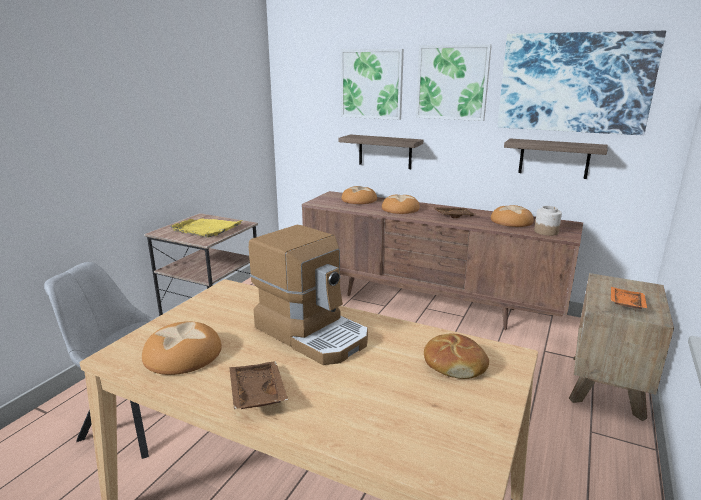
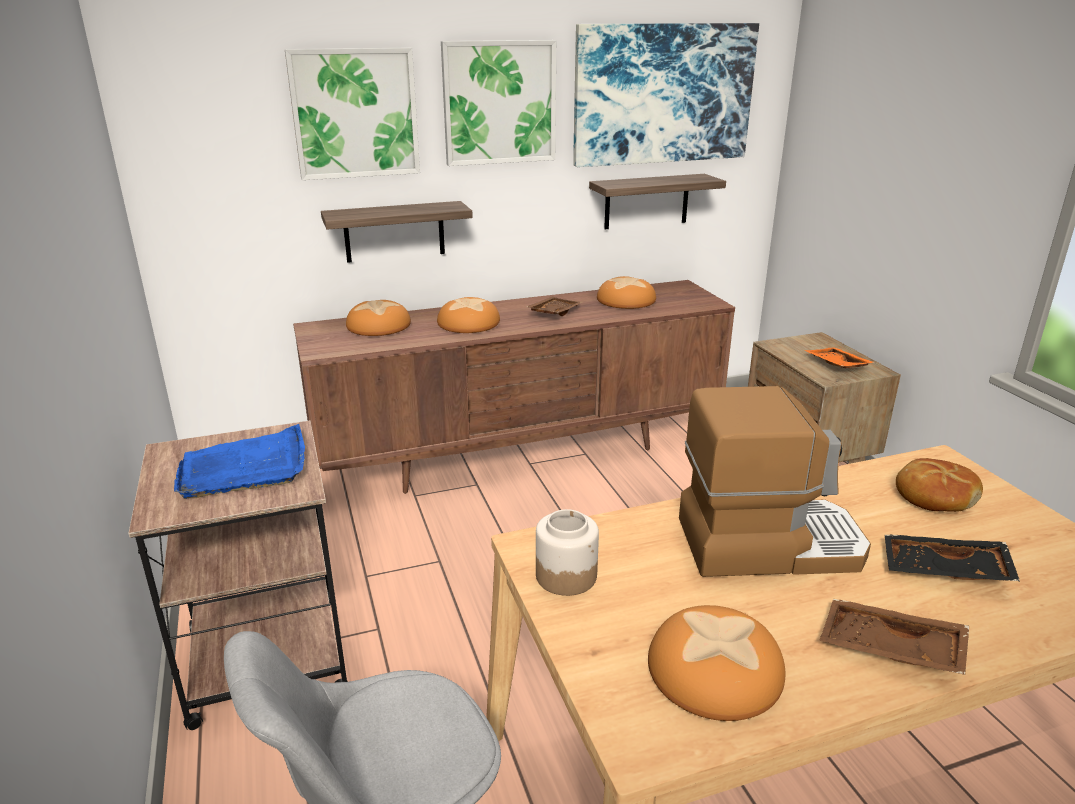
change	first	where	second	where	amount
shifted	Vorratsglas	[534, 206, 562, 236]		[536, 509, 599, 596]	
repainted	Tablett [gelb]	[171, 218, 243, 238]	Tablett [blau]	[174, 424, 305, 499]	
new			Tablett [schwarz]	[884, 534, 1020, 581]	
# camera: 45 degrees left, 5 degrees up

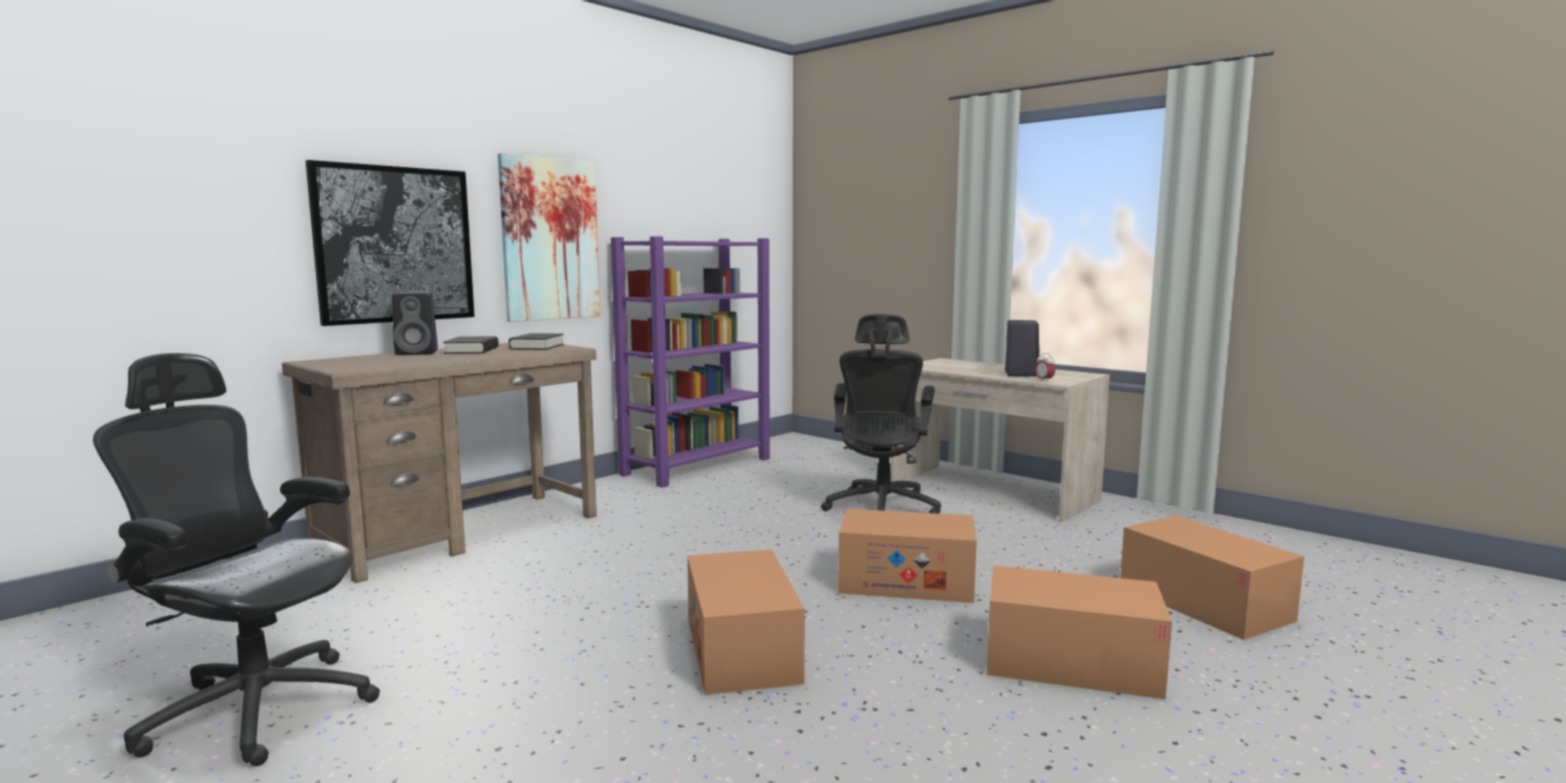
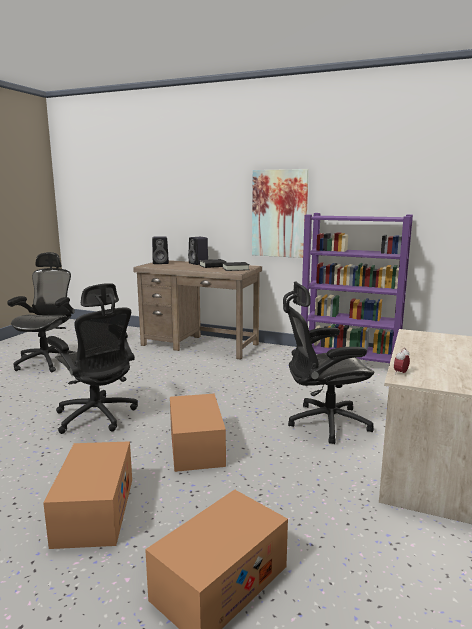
change	first	where	second	where	amount
gone	Bild	[305, 160, 474, 326]			
shifted	Lautsprecher [schwarz]	[1005, 320, 1040, 377]		[152, 236, 169, 264]	
swapped	Karton	[687, 549, 805, 695]	Bürostuhl	[47, 283, 138, 434]	
# camera: 70 degrees right, 5 degrees up

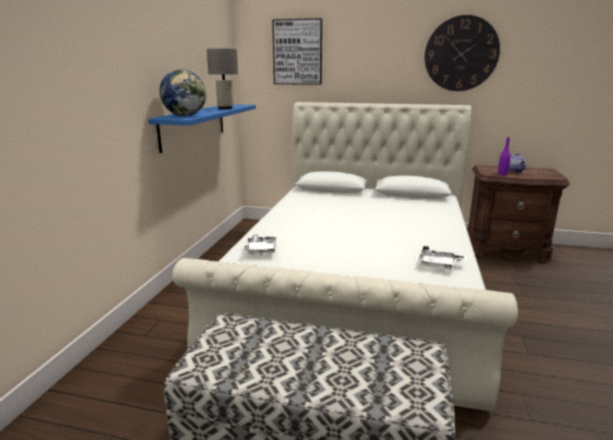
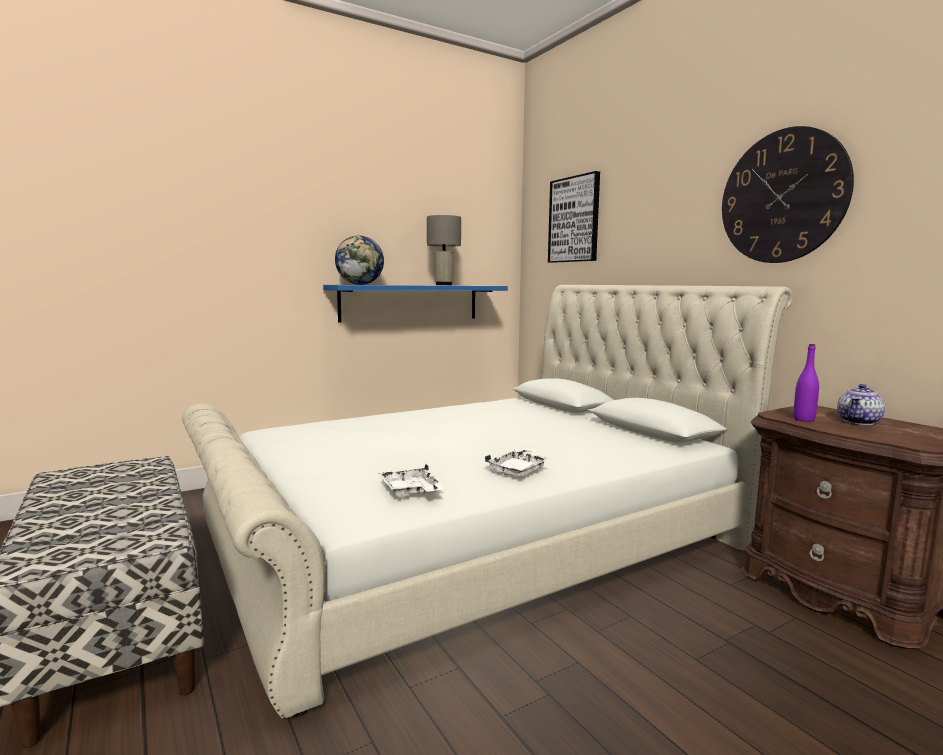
change	first	where	second	where	amount
shifted	Tablett [weiß]	[245, 233, 277, 255]		[485, 448, 551, 476]	
# camera: 45 degrees right, 10 degrees down

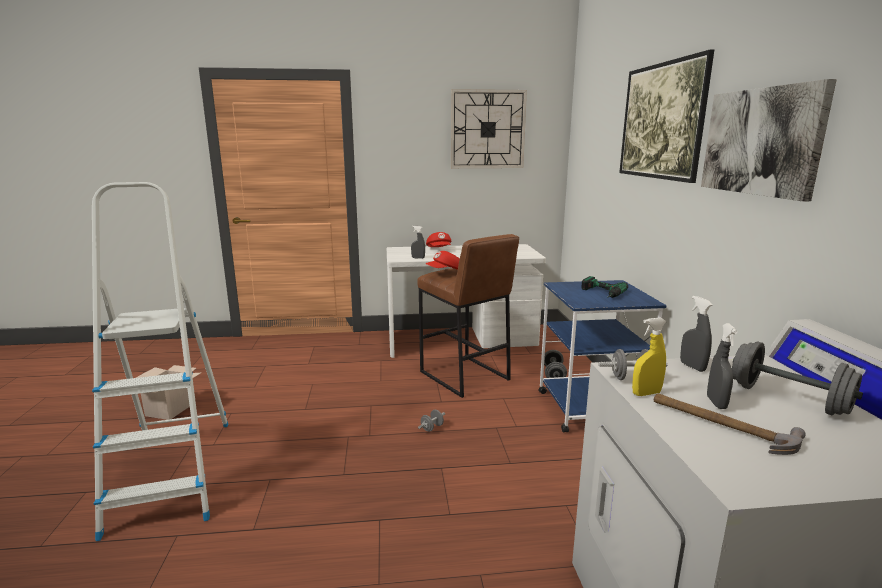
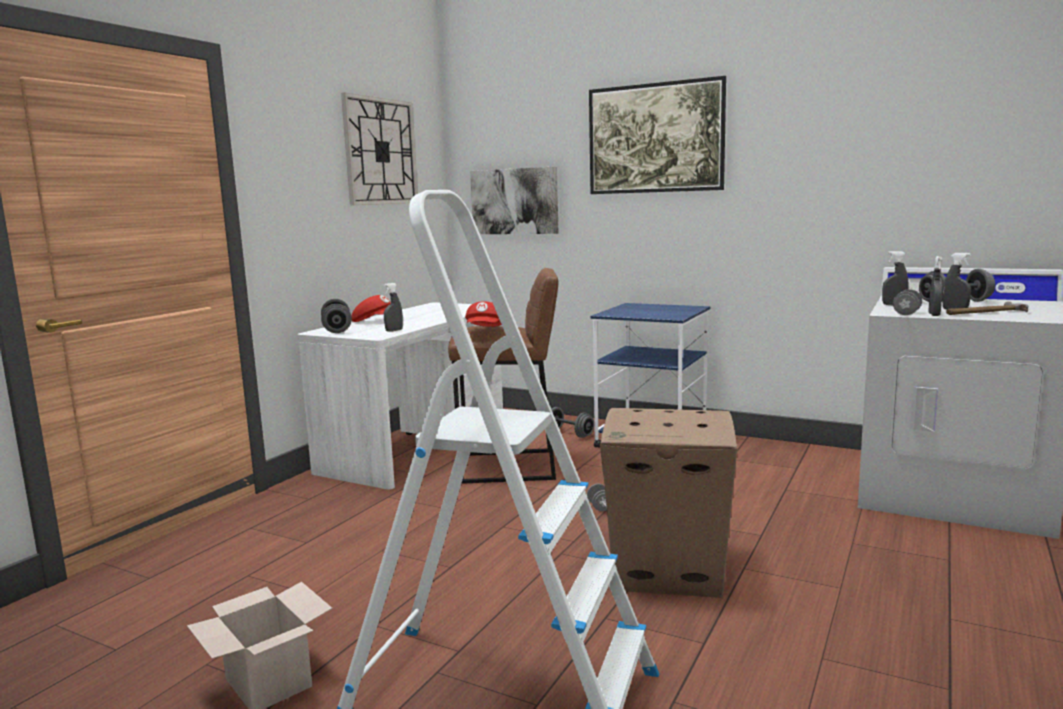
change	first	where	second	where	amount
shifted	Bild	[701, 79, 837, 201]		[470, 166, 558, 234]	
gone	Bohrmaschine	[581, 276, 628, 298]			
repainted	Sprühflasche [gelb]	[632, 317, 667, 396]	Sprühflasche [grau]	[928, 256, 942, 316]	
new			Hantel [grau]	[321, 299, 352, 333]	
new			Karton	[600, 408, 737, 598]	
# camera: 55 degrees left, 5 degrees down

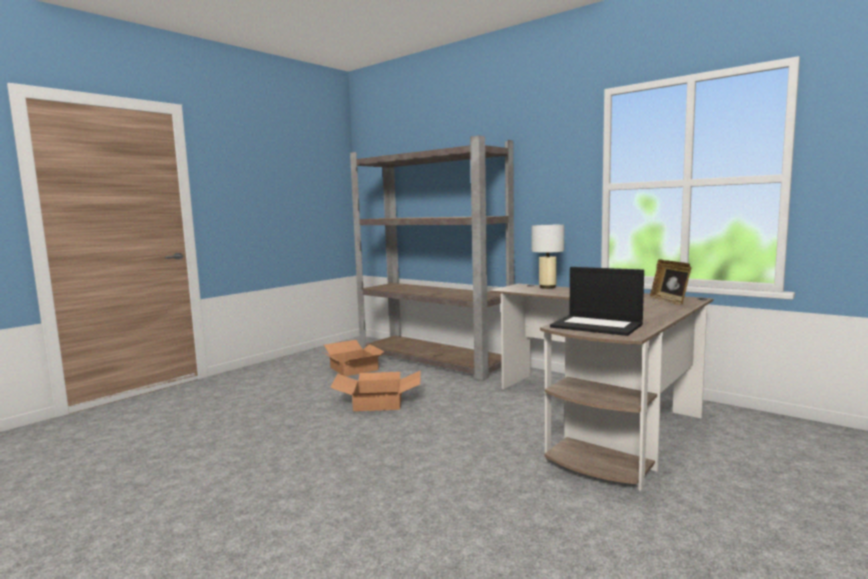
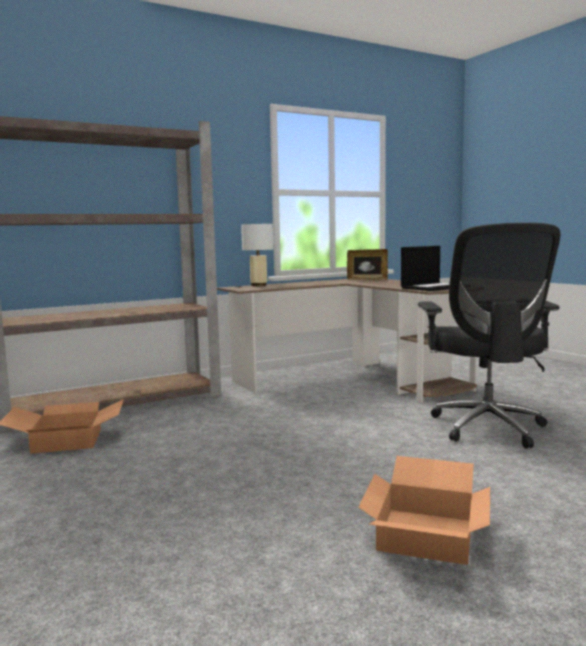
change	first	where	second	where	amount
shifted	Karton	[330, 370, 421, 411]		[358, 456, 490, 565]	
new			Bürostuhl	[418, 223, 560, 449]	
# camera: 70 degrees left, 0 degrees up

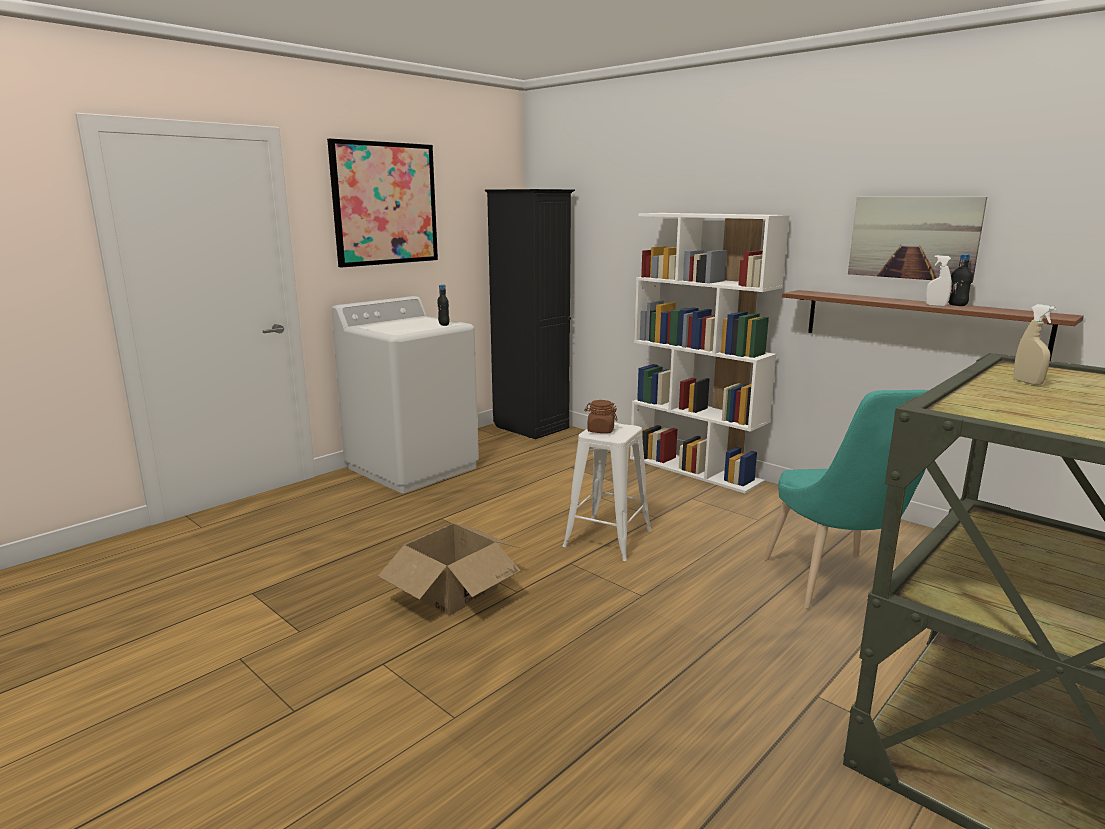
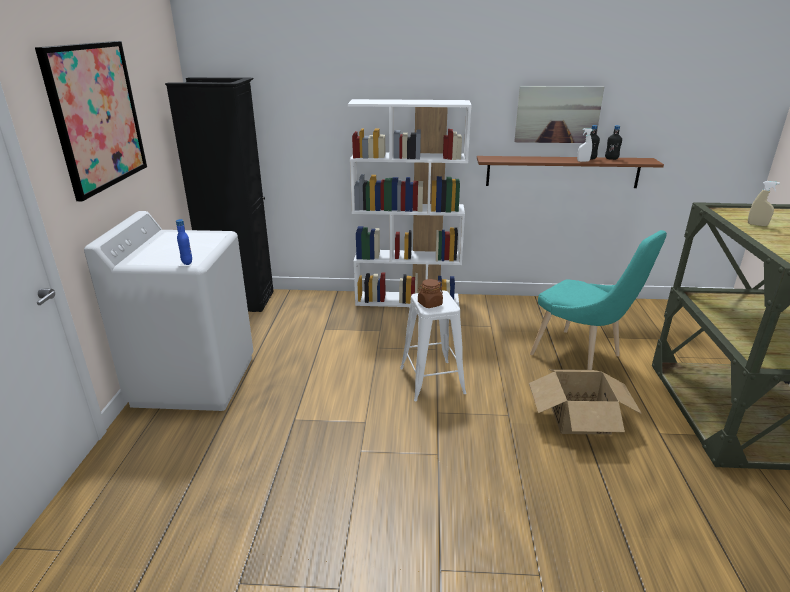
change	first	where	second	where	amount
shifted	Flasche [schwarz]	[437, 285, 449, 326]		[605, 125, 622, 160]	
shifted	Karton	[378, 523, 521, 616]		[529, 369, 642, 435]	
new			Flasche [blau]	[176, 219, 192, 265]	
# camera: 40 degrees left, 10 degrees up

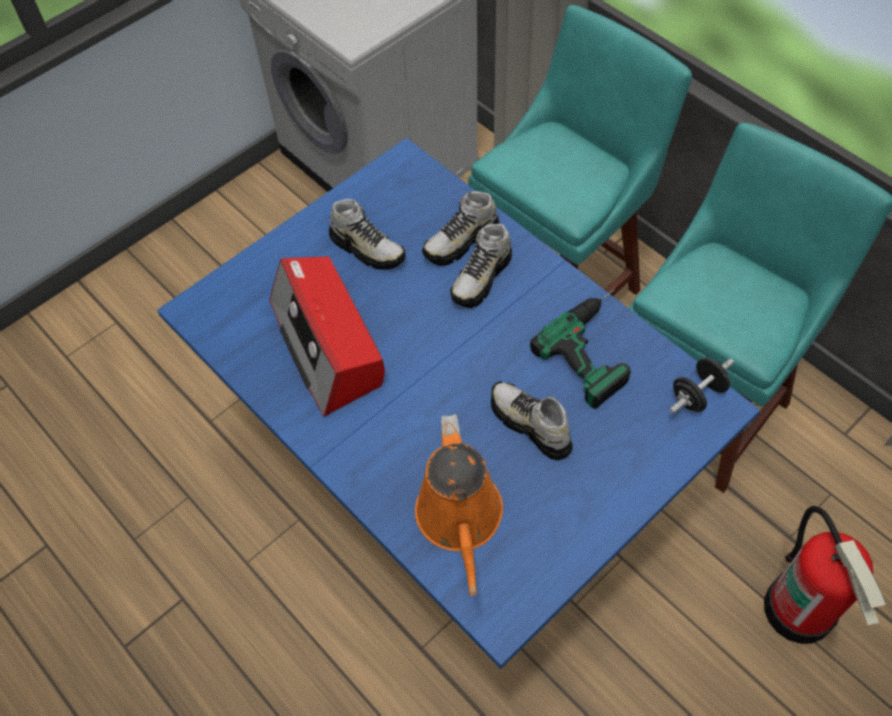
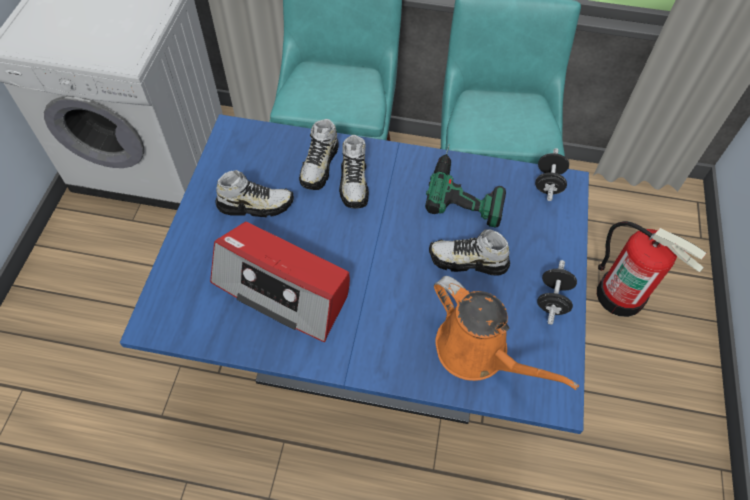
change	first	where	second	where	amount
new			Hantel [schwarz]	[537, 260, 577, 325]	
# camera: 40 degrees left, 0 degrees up

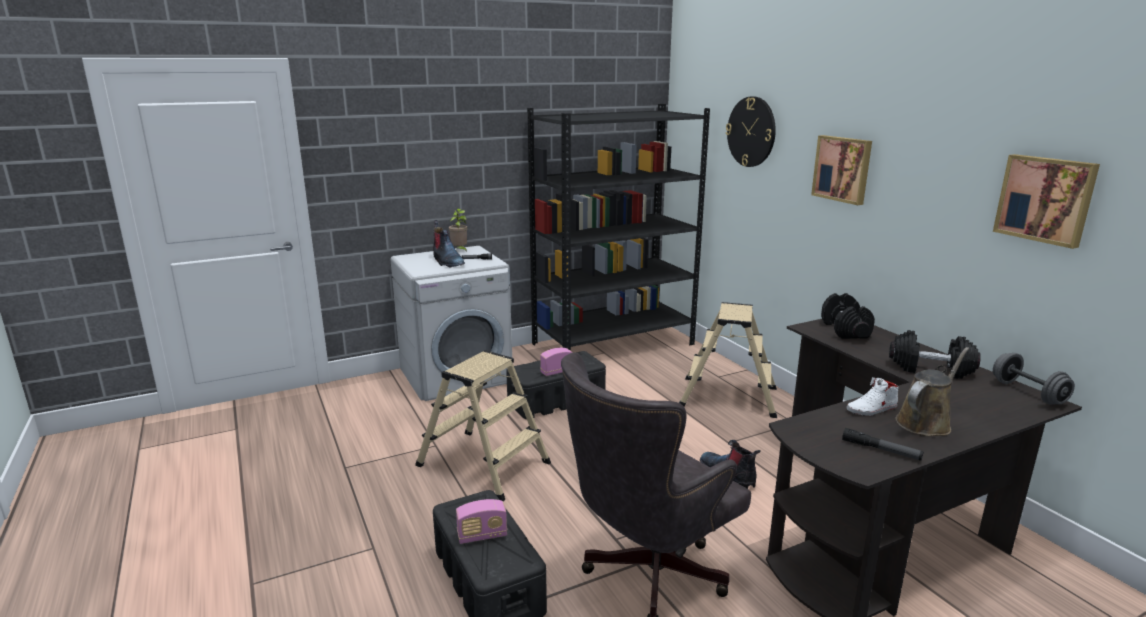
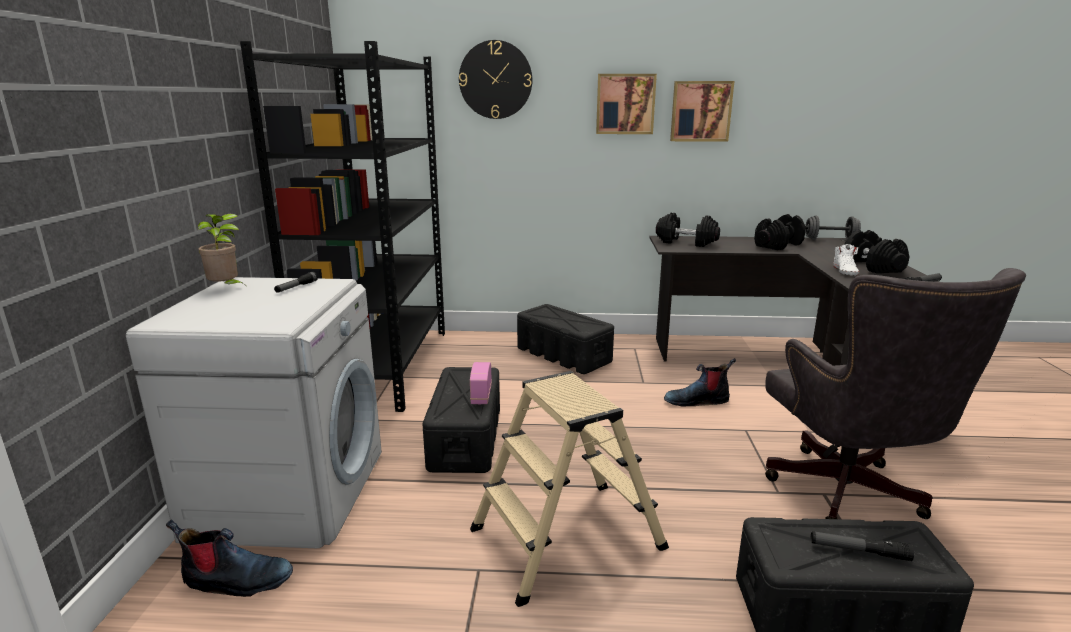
change	first	where	second	where	amount
shifted	Bild	[993, 154, 1100, 249]		[670, 81, 734, 142]	
shifted	Stiefel	[433, 220, 465, 268]		[166, 519, 293, 597]	
swapped	Trittleiter [beige]	[679, 302, 777, 418]	Aufbewahrungsbox [schwarz]	[517, 304, 614, 374]	
swapped	Gießkanne [braun]	[895, 347, 969, 436]	Hantel [schwarz]	[845, 230, 909, 274]	
swapped	Radio	[456, 499, 507, 544]	Taschenlampe	[811, 531, 914, 561]	
# camera: 60 degrees left, 0 degrees up

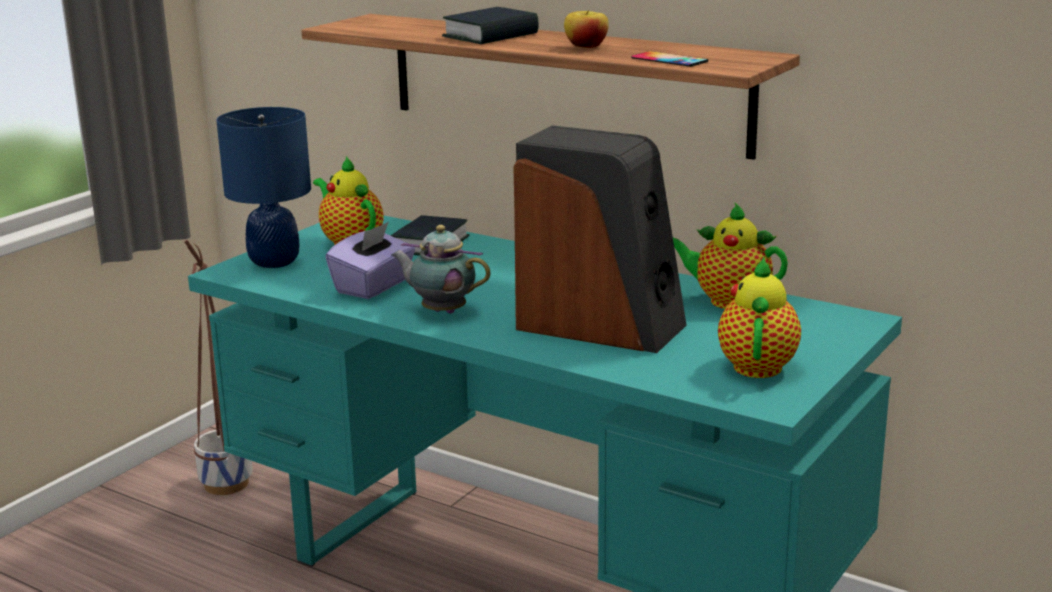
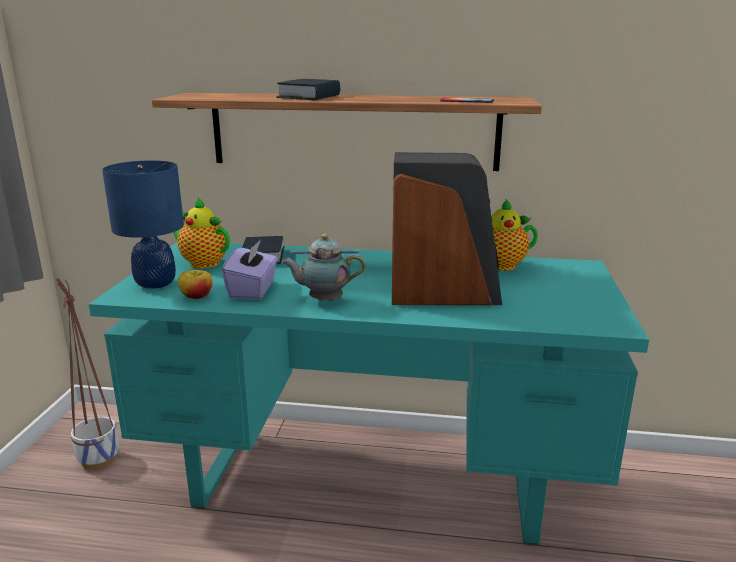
change	first	where	second	where	amount
shifted	Apfel	[564, 10, 609, 48]		[178, 270, 213, 299]	
gone	Teekanne	[718, 257, 801, 378]			
# camera: 25 degrees left, 0 degrees up

